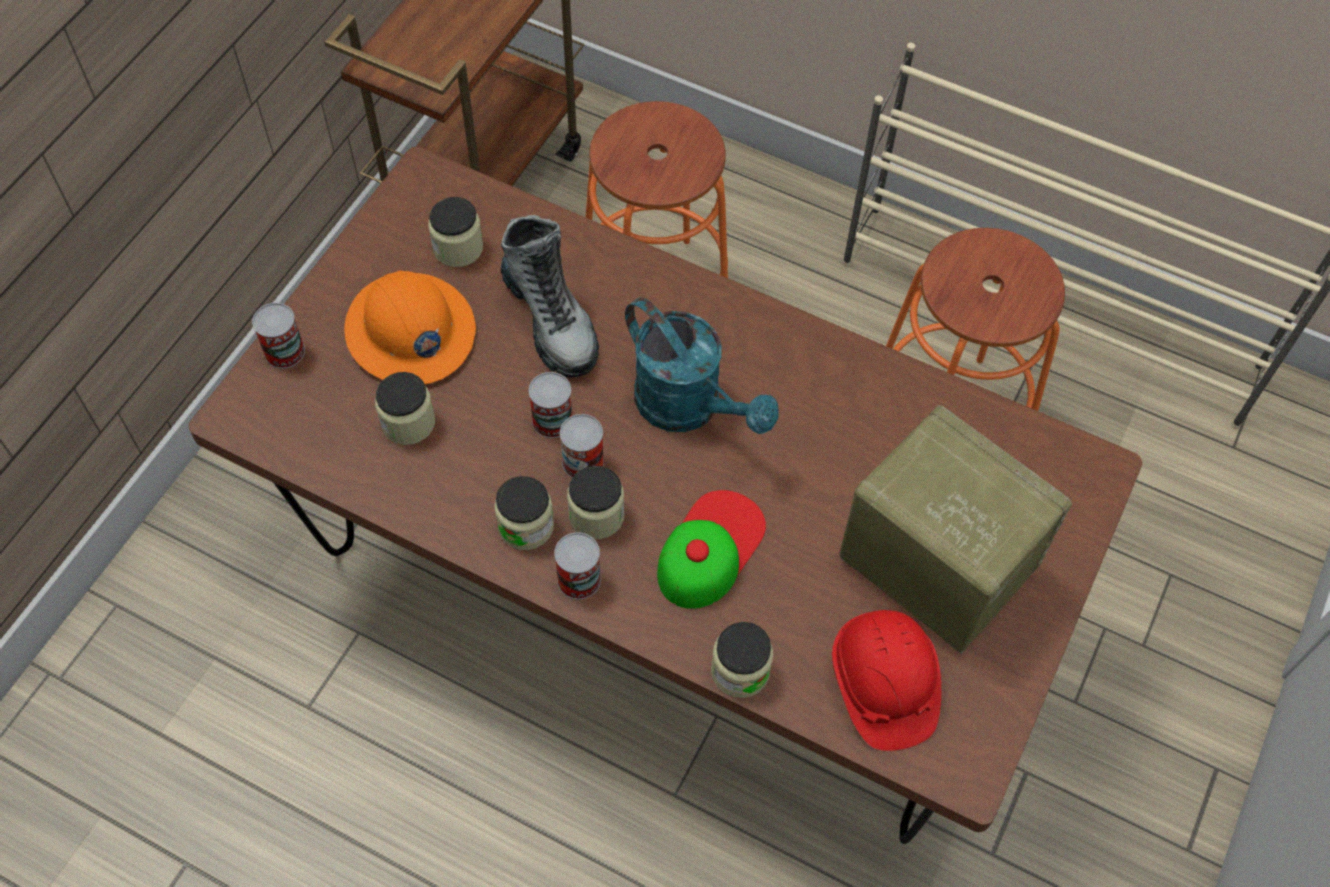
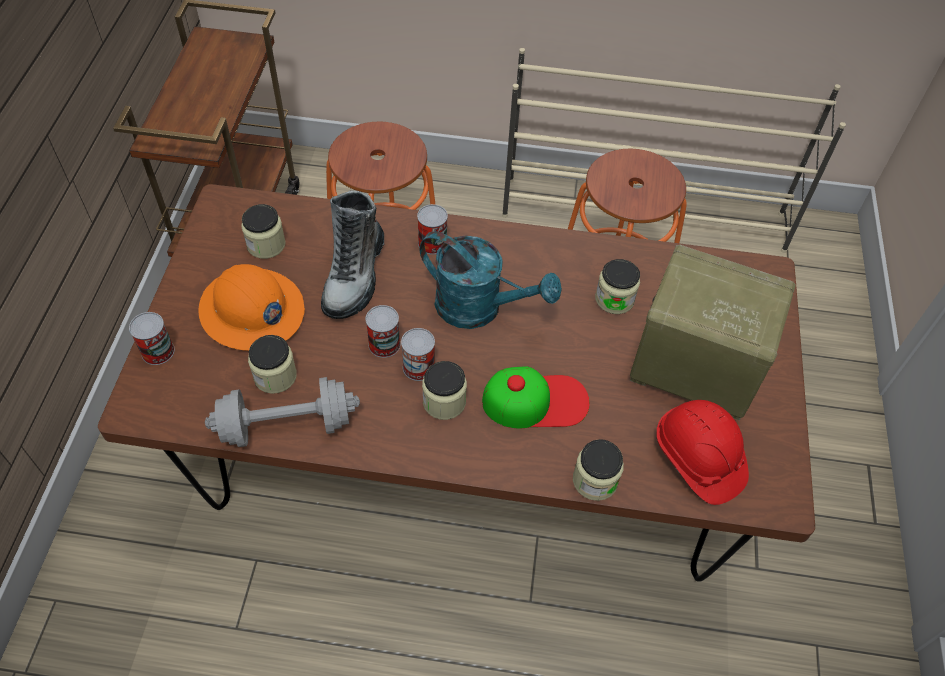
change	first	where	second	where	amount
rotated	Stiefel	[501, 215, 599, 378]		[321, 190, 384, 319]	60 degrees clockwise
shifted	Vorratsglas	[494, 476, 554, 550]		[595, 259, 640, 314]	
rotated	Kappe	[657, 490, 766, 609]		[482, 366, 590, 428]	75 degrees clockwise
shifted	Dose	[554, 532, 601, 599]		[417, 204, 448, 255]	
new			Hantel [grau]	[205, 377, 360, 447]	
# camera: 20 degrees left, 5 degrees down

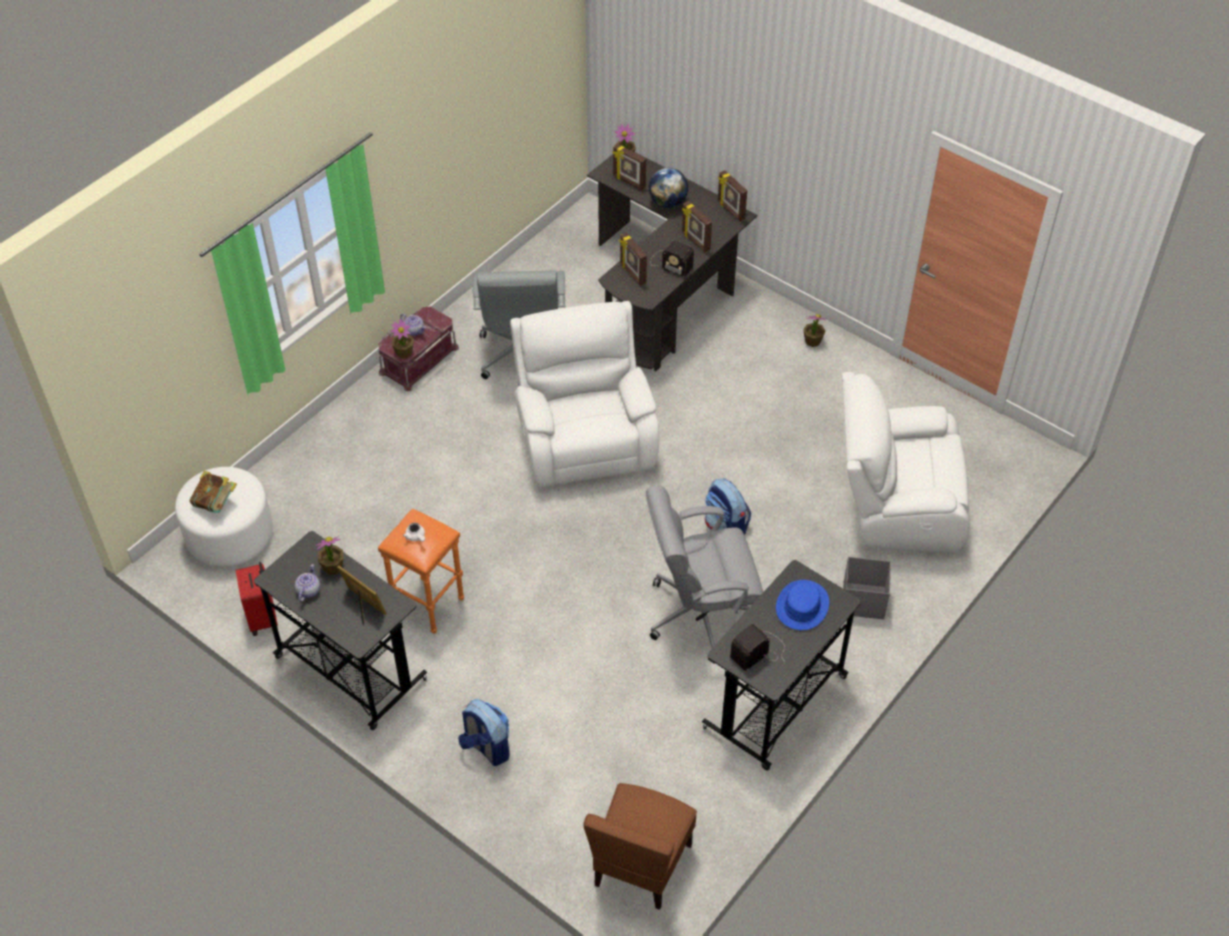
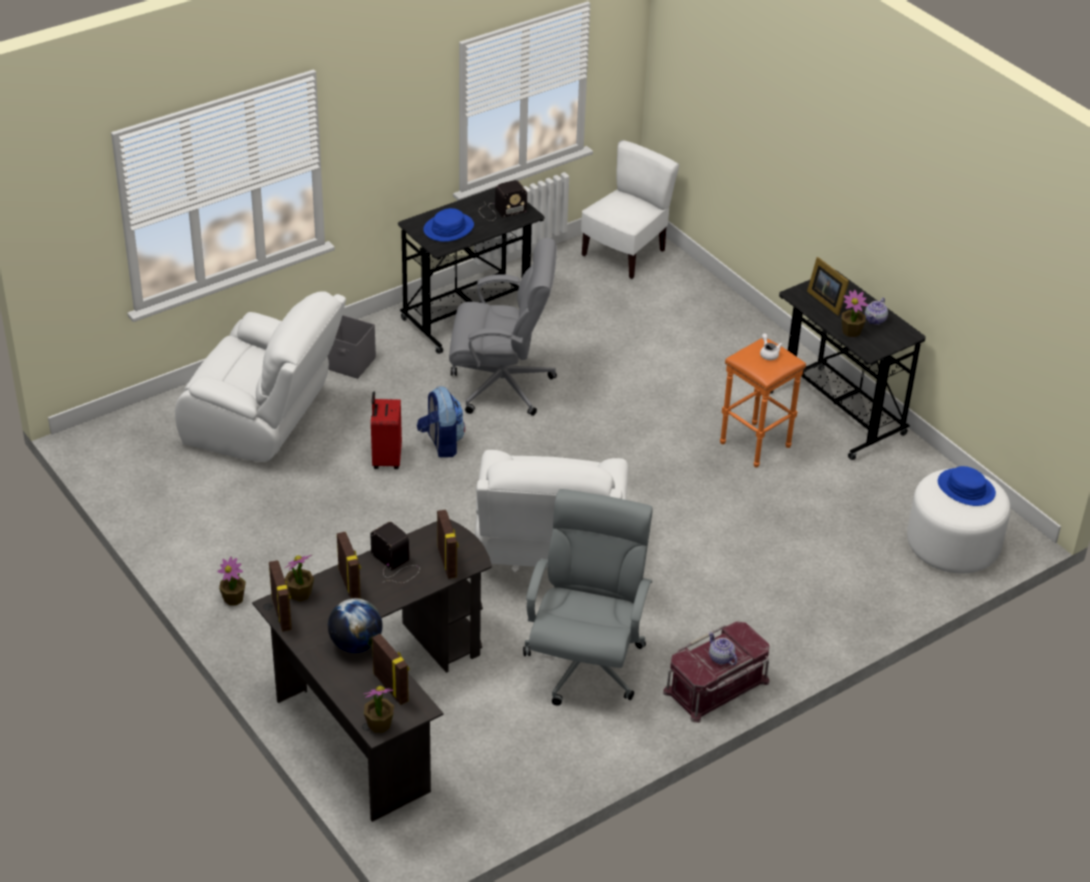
change	first	where	second	where	amount
shifted	Topfpflanze	[391, 319, 414, 359]		[284, 555, 314, 601]	
swapped	Buch	[190, 471, 237, 513]	Hut [blau]	[938, 466, 996, 506]	
shifted	Koffer [rot]	[236, 562, 278, 636]		[371, 392, 402, 469]	
gone	Rucksack	[458, 699, 510, 766]			
repainted	Stuhl [braun]	[583, 783, 697, 910]	Stuhl [weiß]	[581, 140, 679, 279]	
# camera: 165 degrees left, 10 degrees down

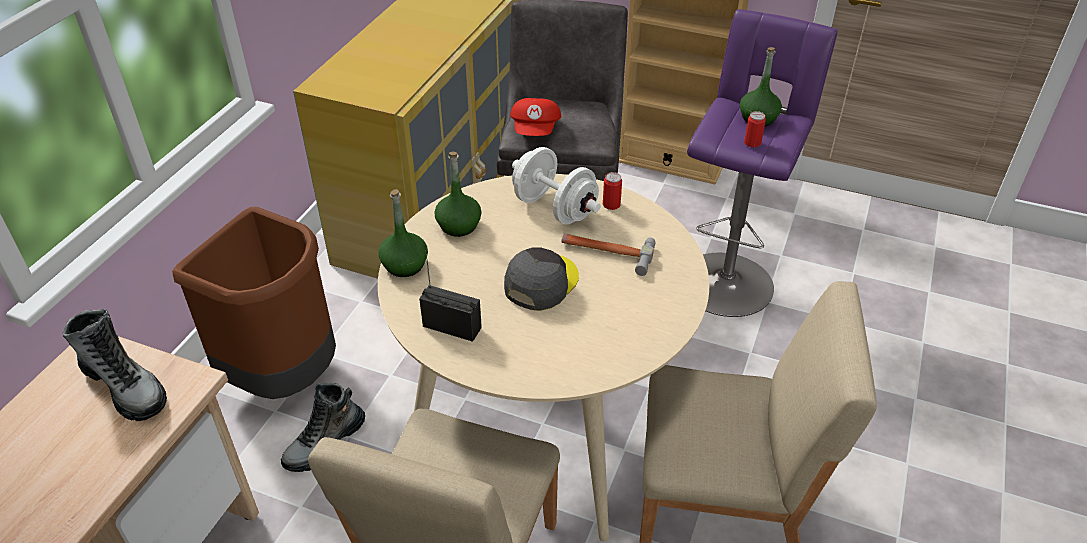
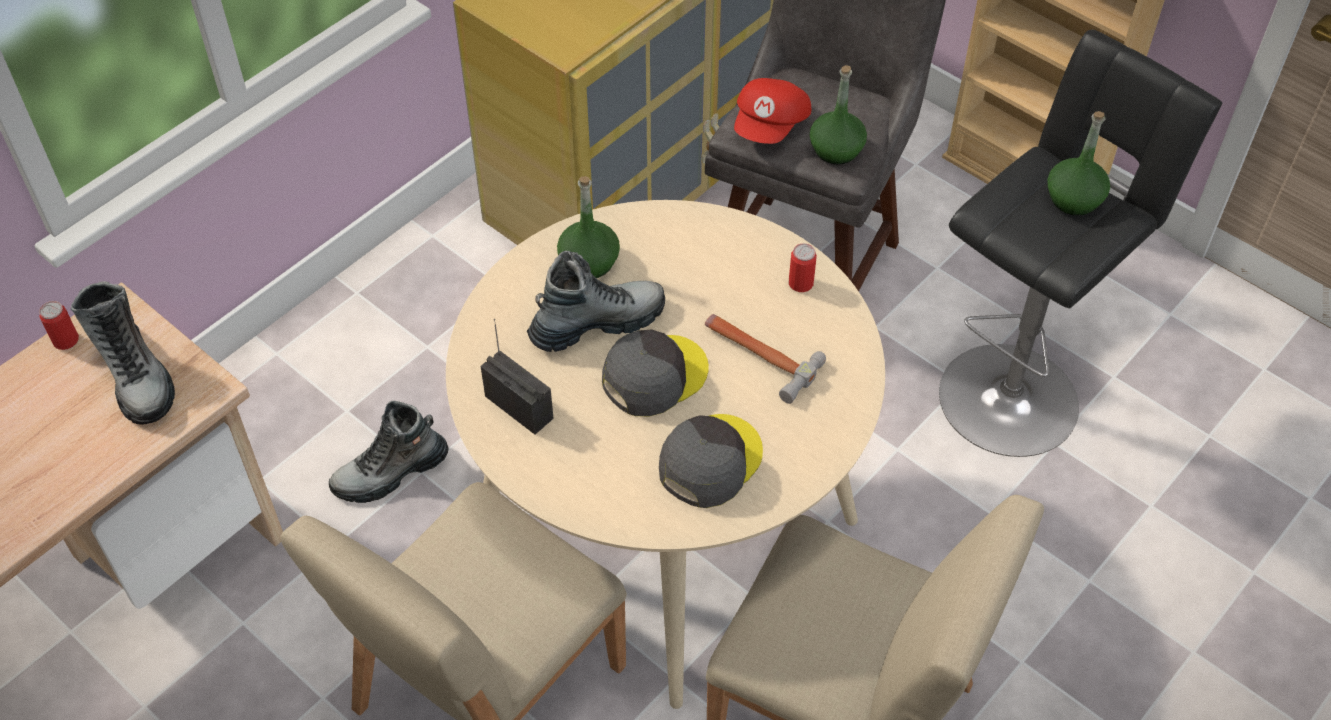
change	first	where	second	where	amount
repainted	Hocker [lila]	[687, 9, 838, 317]	Hocker [schwarz]	[939, 30, 1222, 457]	
shifted	Dose	[744, 111, 766, 147]		[39, 301, 79, 350]	
gone	Hantel [weiß]	[512, 147, 601, 224]			
shifted	Flasche [grün]	[378, 189, 428, 277]		[810, 65, 867, 165]	
gone	Mülleimer [braun]	[172, 207, 336, 399]			
new			Stiefel	[527, 251, 665, 352]	
new			Kappe [grau]	[659, 414, 763, 508]	
# camera: 20 degrees right, 10 degrees up

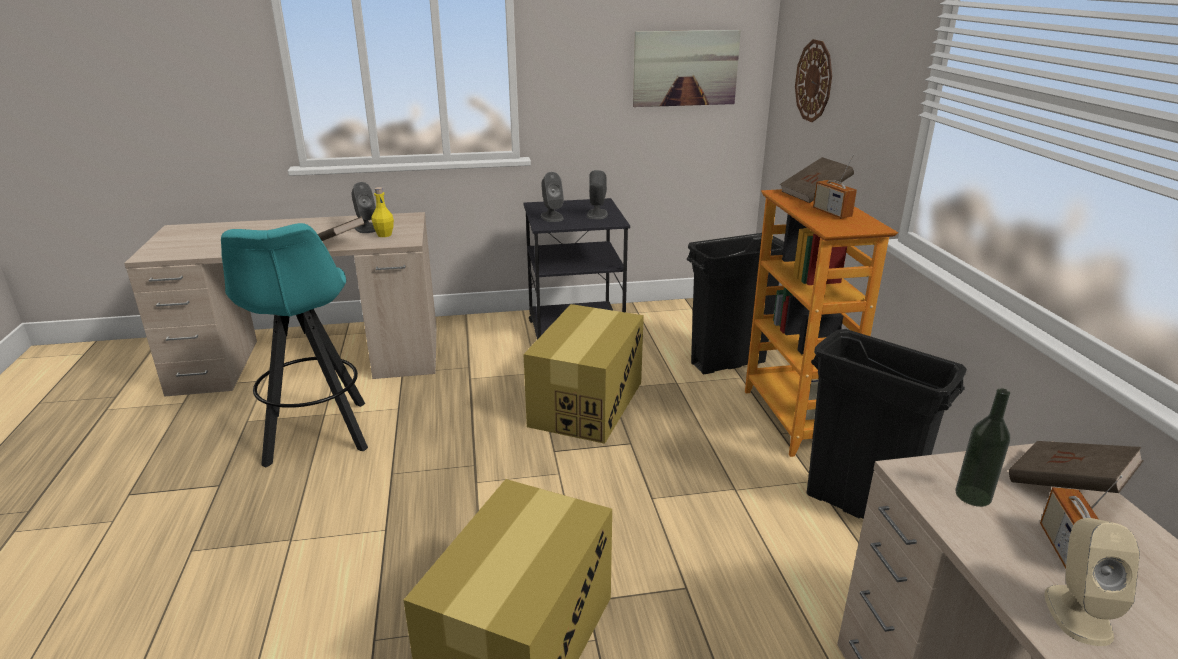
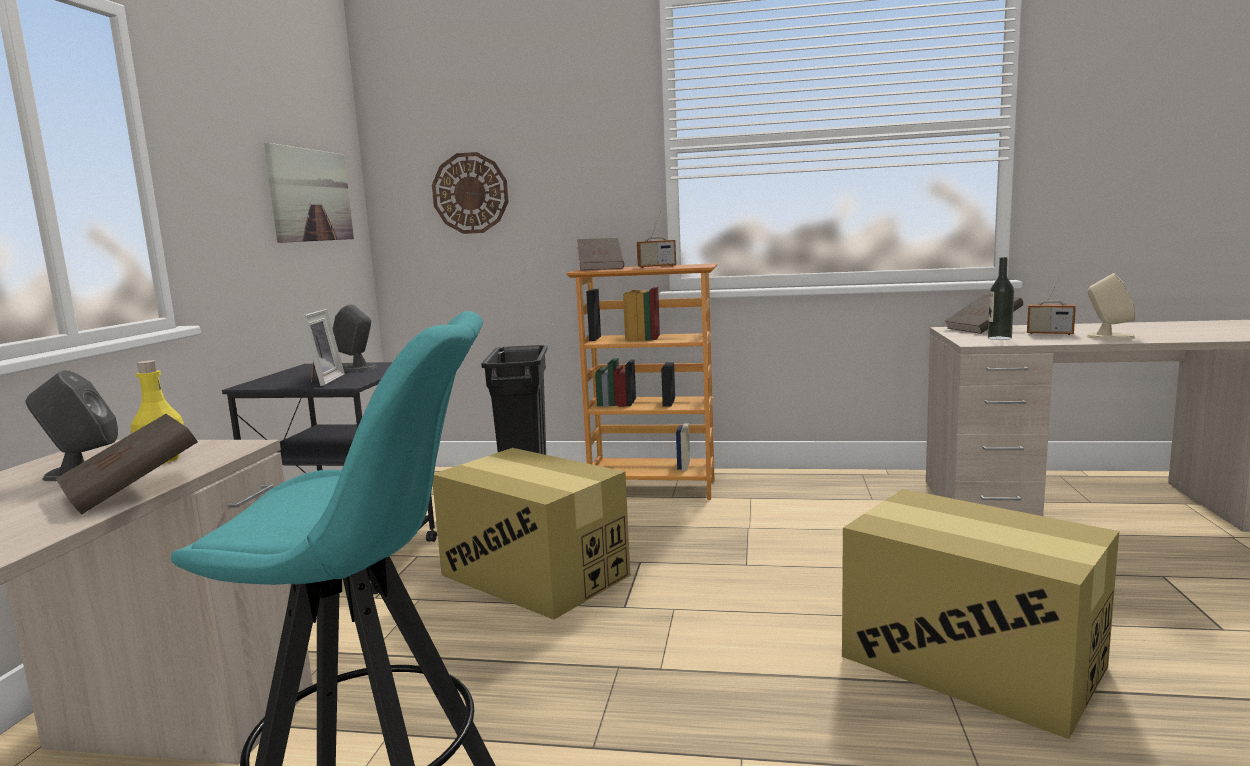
change	first	where	second	where	amount
swapped	Lautsprecher [grau]	[541, 172, 564, 222]	Bilderrahmen	[301, 309, 345, 386]	
gone	Mülleimer [schwarz]	[807, 329, 967, 519]			
# camera: 70 degrees left, 15 degrees down

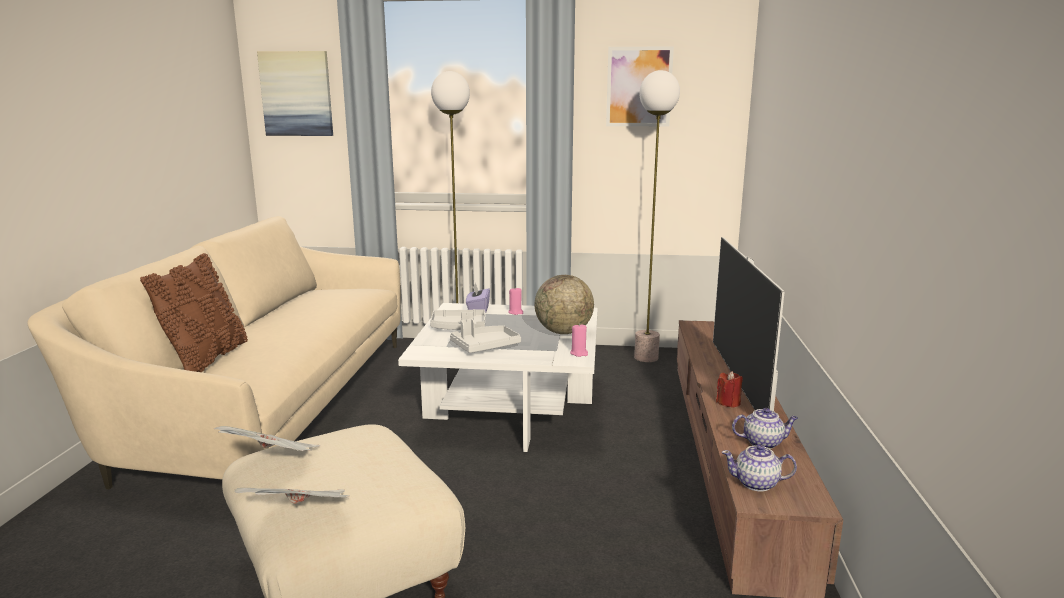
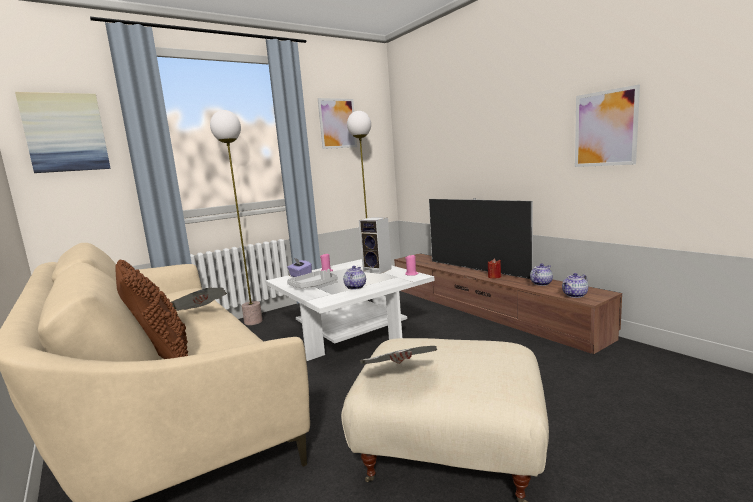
change	first	where	second	where	amount
swapped	Globus	[535, 275, 594, 334]	Lautsprecher	[359, 217, 392, 274]	
swapped	Tablett [grau]	[450, 319, 521, 353]	Teekanne	[343, 266, 366, 290]	
shifted	Zeitung	[234, 488, 349, 504]		[171, 287, 227, 311]	
new			Bild	[575, 85, 640, 167]	
# camera: 40 degrees left, 5 degrees down

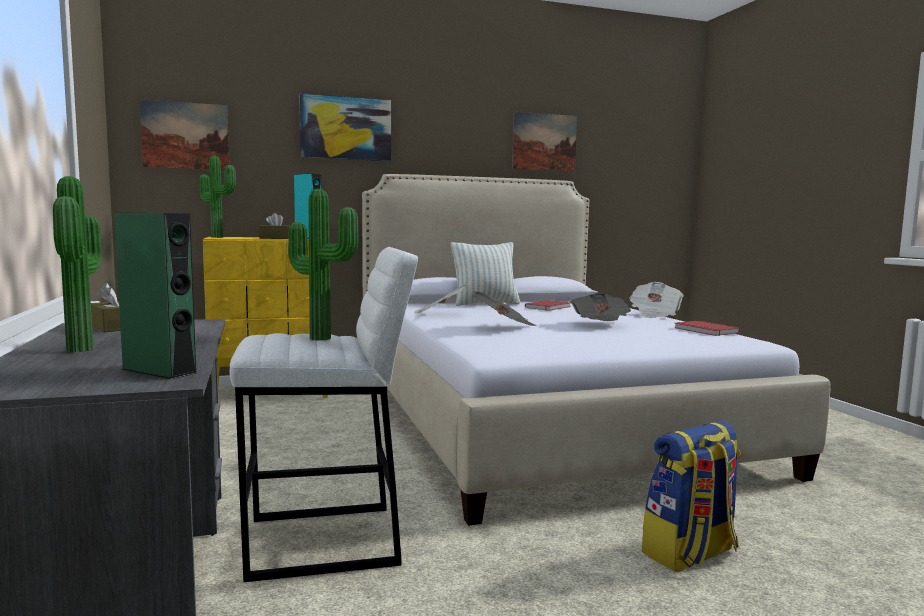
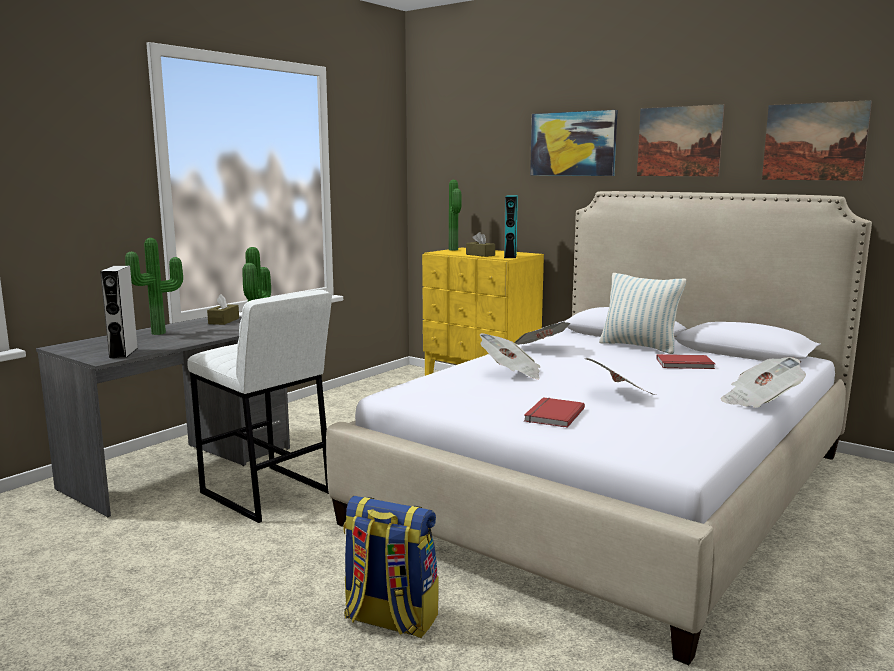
change	first	where	second	where	amount
shifted	Bild	[140, 100, 229, 170]		[637, 104, 725, 177]	
repainted	Lautsprecher [grün]	[114, 212, 197, 379]	Lautsprecher [grau]	[100, 266, 138, 359]	
shifted	Buch [rot]	[675, 321, 740, 336]		[524, 397, 585, 428]	
# camera: 55 degrees right, 5 degrees up

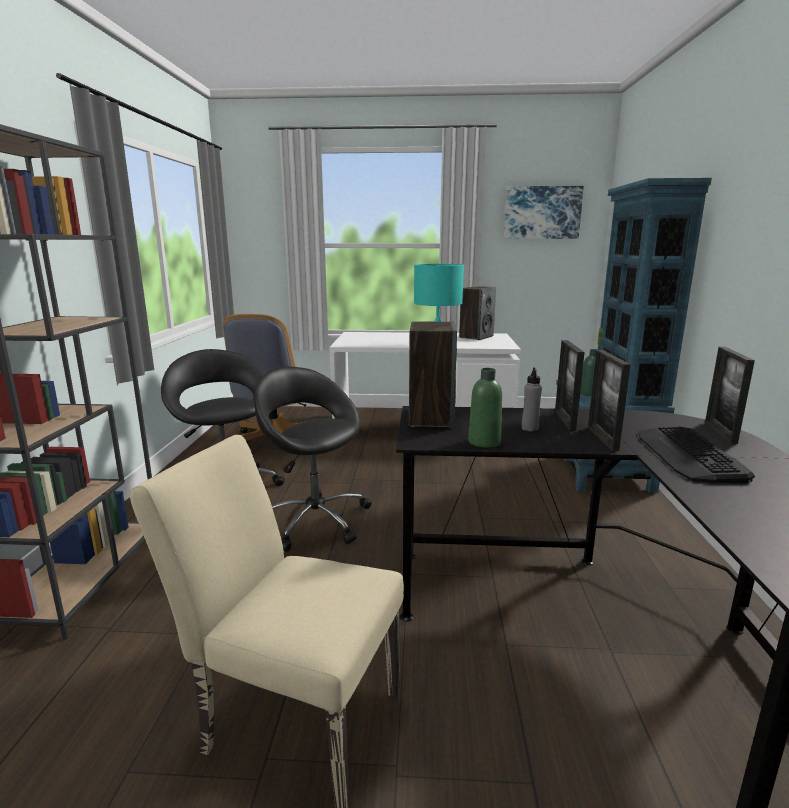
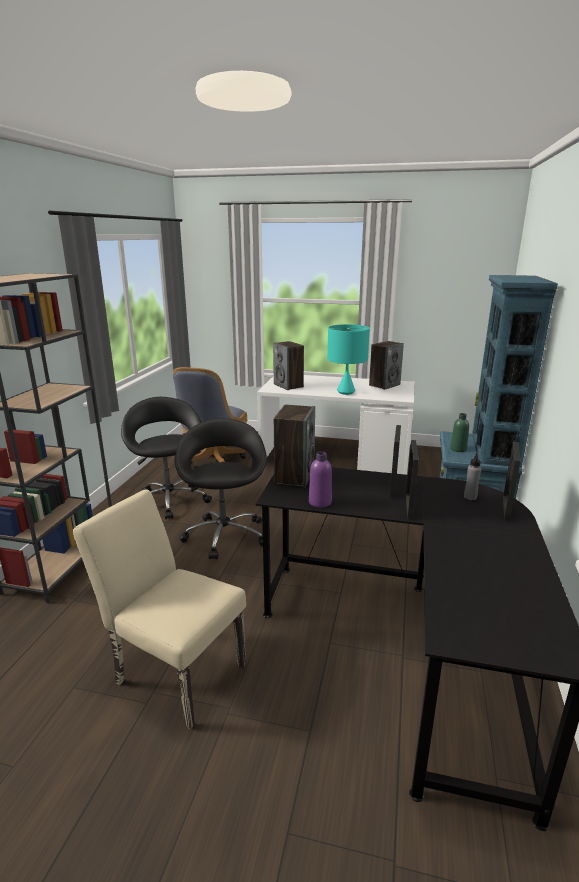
change	first	where	second	where	amount
gone	Bild	[504, 186, 584, 239]			
rotated	Bürostuhl [schwarz]	[254, 367, 372, 552]		[174, 418, 267, 559]	45 degrees clockwise
shifted	Flasche [grau]	[522, 367, 542, 431]		[464, 453, 481, 500]	
repainted	Flasche [grün]	[468, 368, 502, 447]	Flasche [lila]	[309, 451, 332, 507]	
gone	Tastatur	[638, 427, 755, 483]			
new			Lautsprecher	[273, 341, 304, 390]	
# camera: 10 degrees right, 5 degrees up

